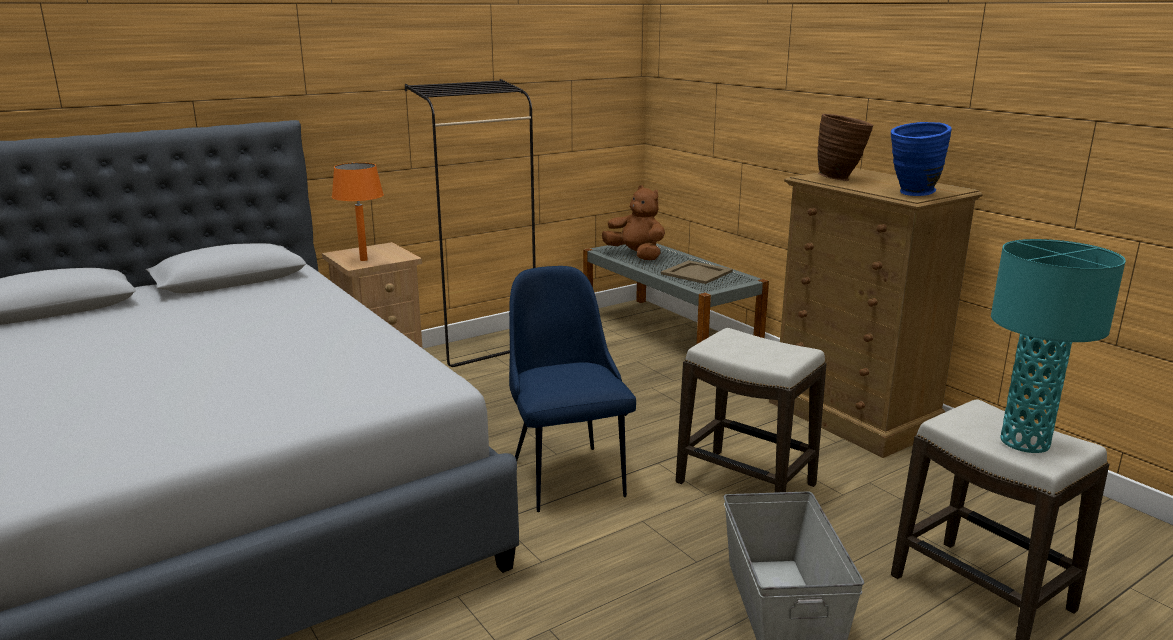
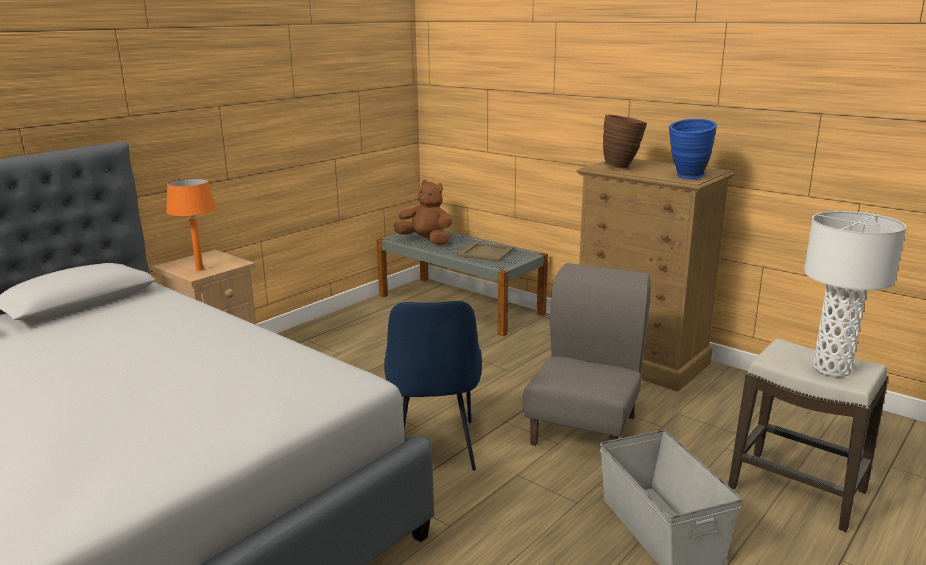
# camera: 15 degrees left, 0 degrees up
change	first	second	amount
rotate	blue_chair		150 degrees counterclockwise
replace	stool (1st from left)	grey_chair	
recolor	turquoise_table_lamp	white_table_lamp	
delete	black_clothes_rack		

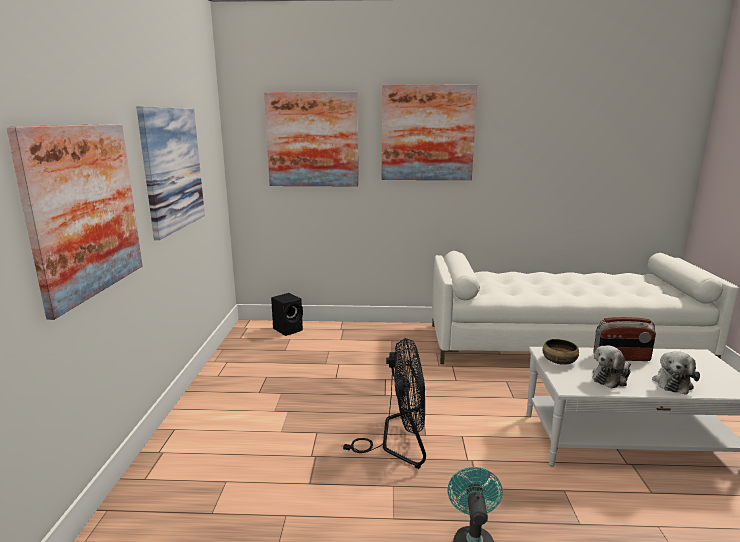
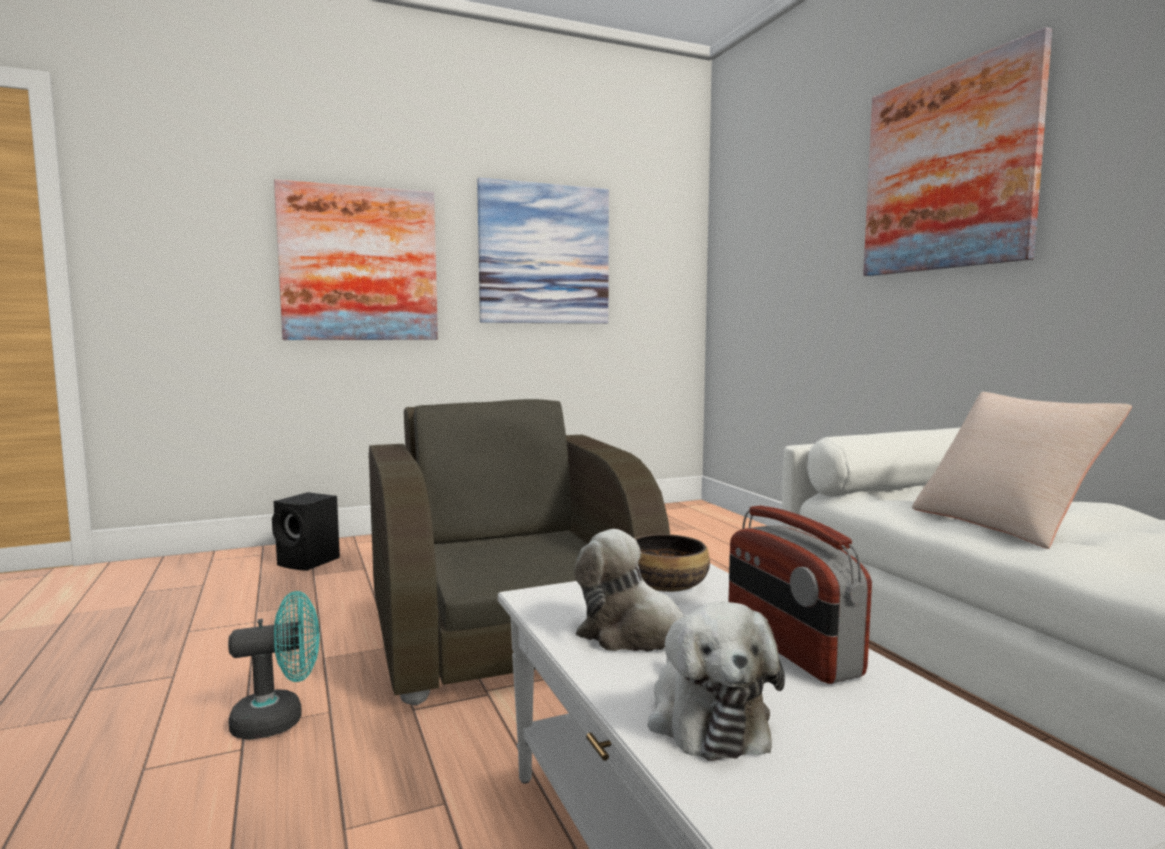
# camera: 65 degrees right, 10 degrees down
change	first	second	amount
move	black_speaker		
replace	black_fan	brown_armchair	
rotate	plush_toy (2nd from left)		105 degrees counterclockwise
insert		beige_pillow	
delete	picture (3rd from left)		

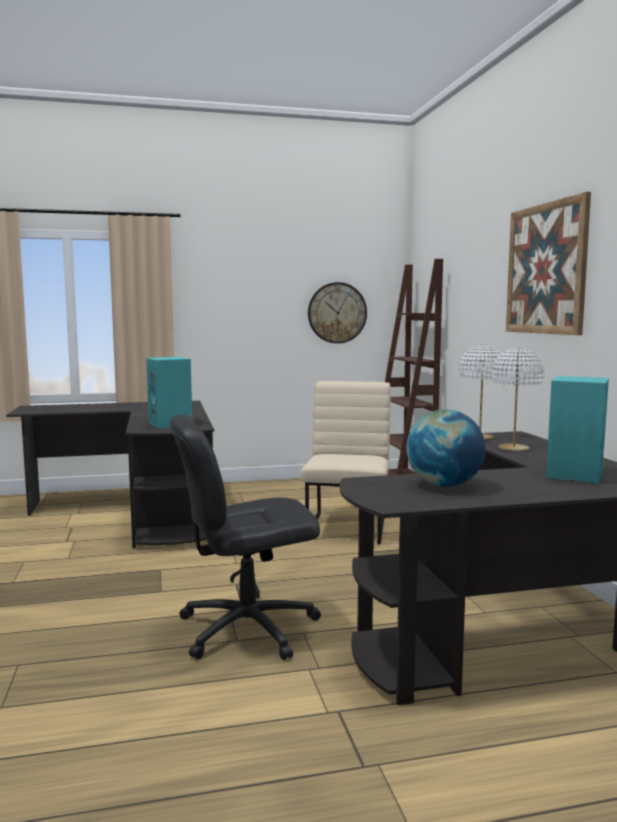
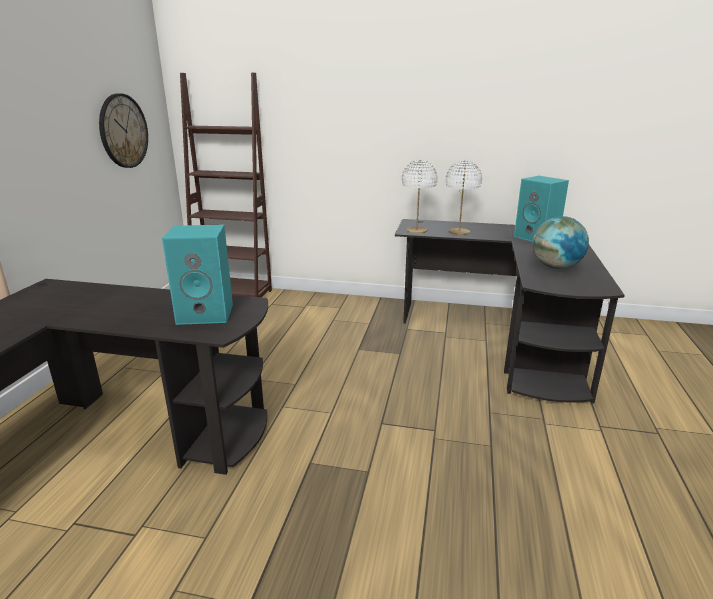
# camera: 65 degrees left, 15 degrees up
change	first	second	amount
delete	black_office_chair		
delete	beige_chair		
delete	picture		

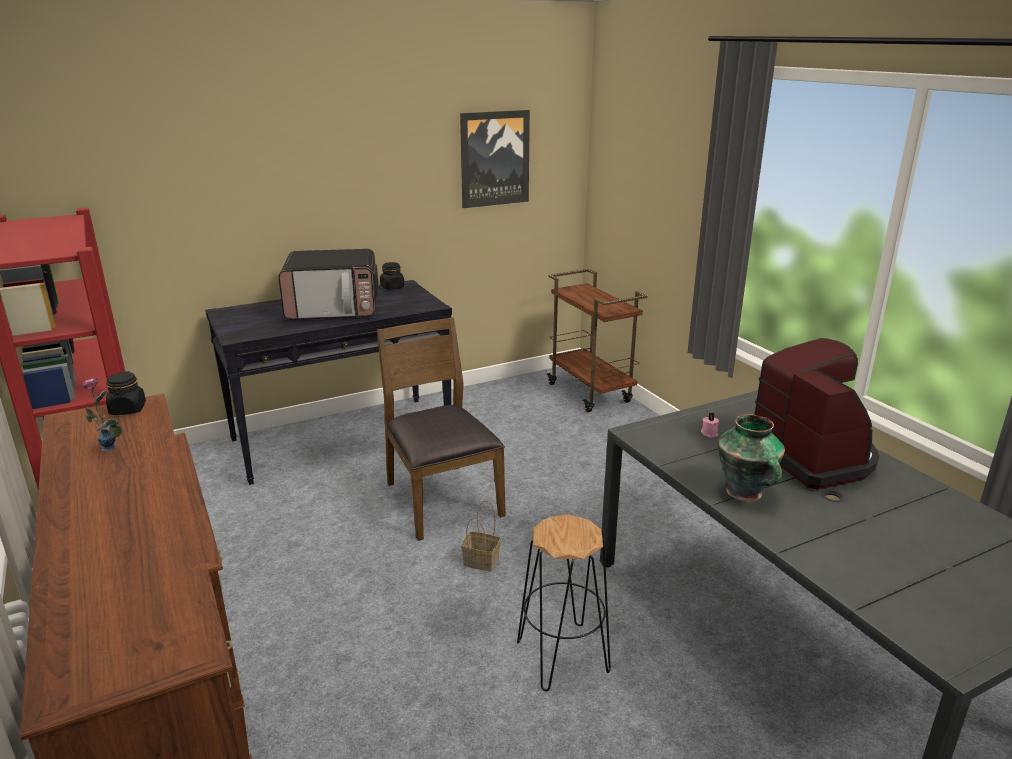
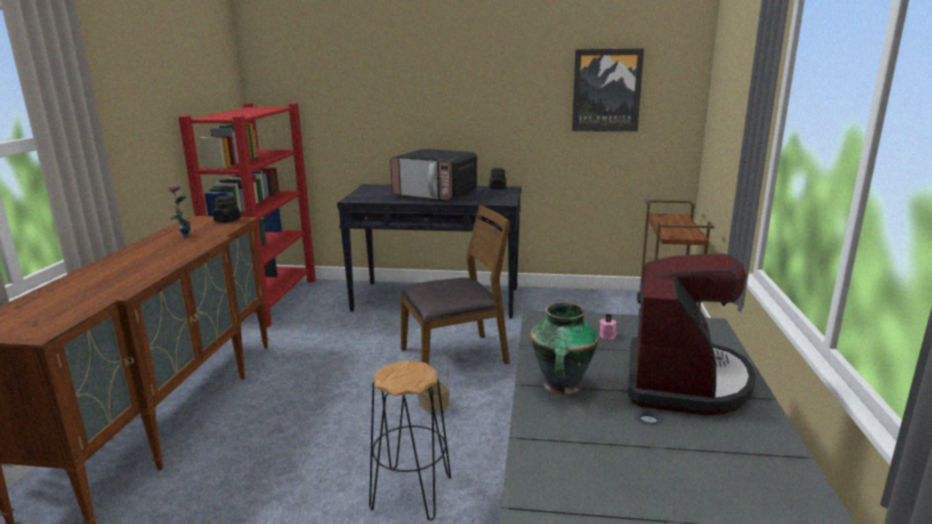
# camera: 35 degrees right, 5 degrees down
change	first	second	amount
rotate	brown_chair		60 degrees clockwise

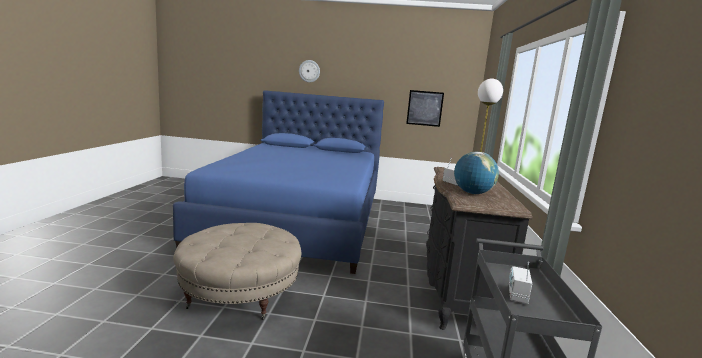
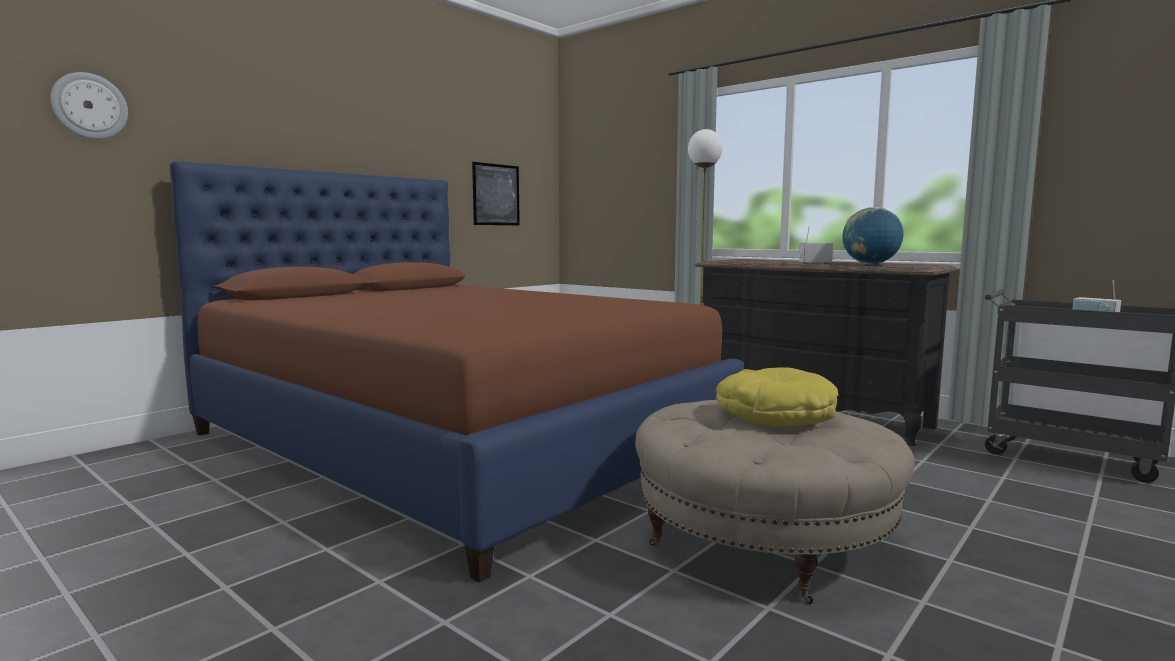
# camera: 55 degrees left, 5 degrees down
change	first	second	amount
move	wall_clock		
recolor	blue_bed	brown_bed	
insert		yellow_pillow	

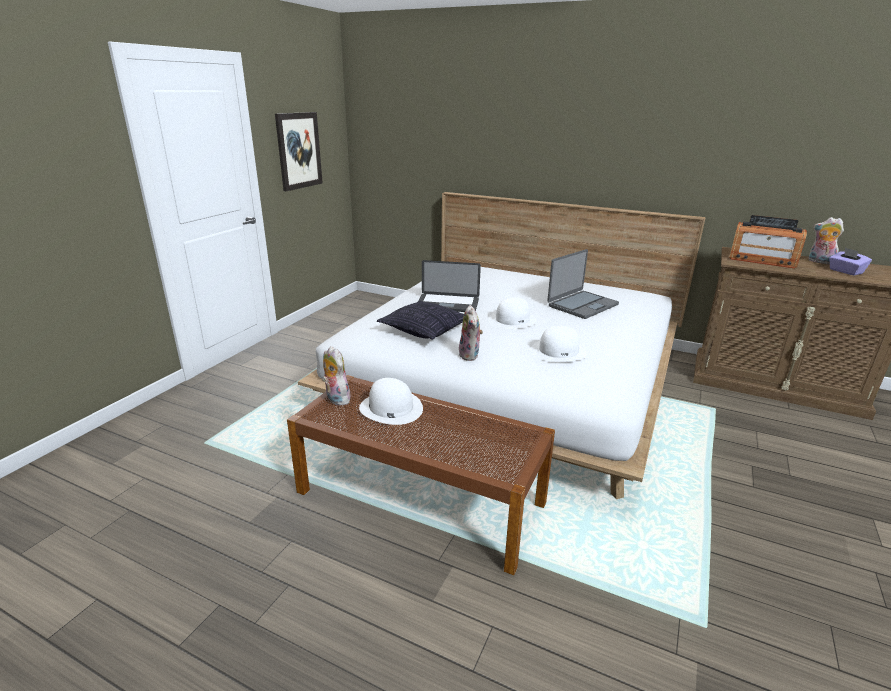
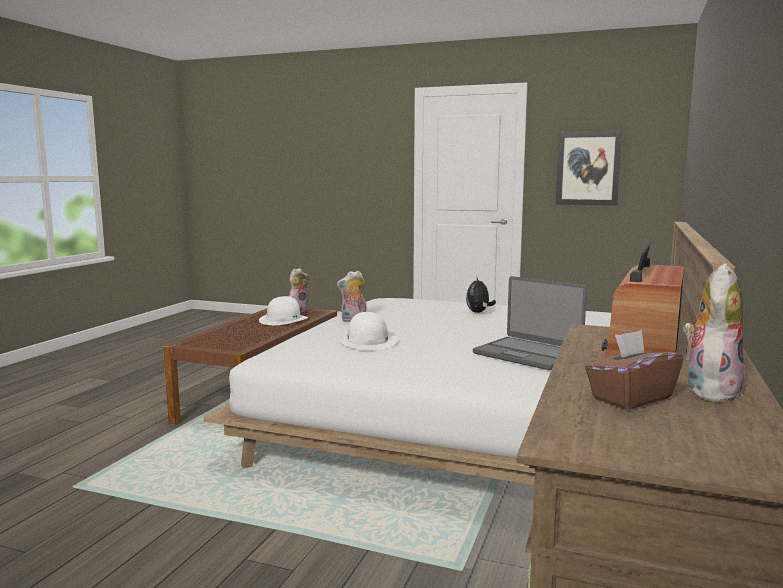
# camera: 85 degrees right, 15 degrees down
change	first	second	amount
replace	laptop (1st from left)	plush_toy (3rd from left)	
recolor	purple_tissue_box	brown_tissue_box	
delete	pillow		
delete	white_hat (2nd from left)		

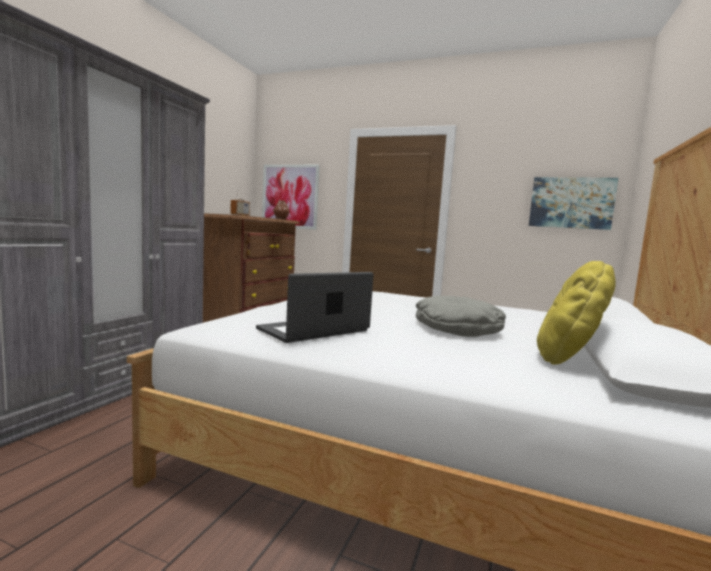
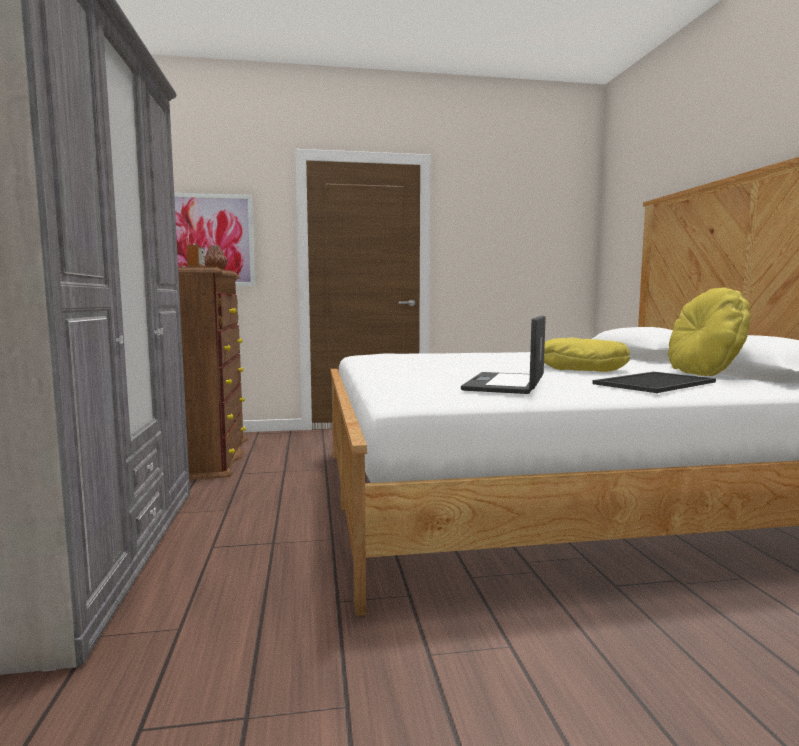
# camera: 30 degrees left, 0 degrees up
change	first	second	amount
recolor	grey_pillow	yellow_pillow (1st from left)	
insert		tray	
delete	picture (2nd from left)		

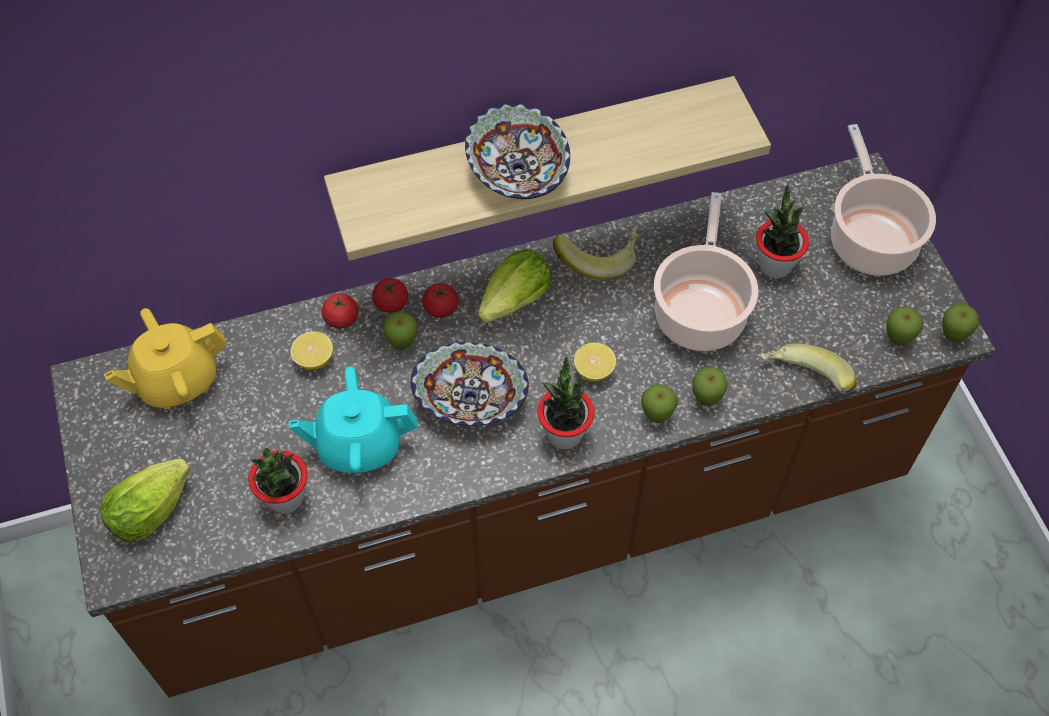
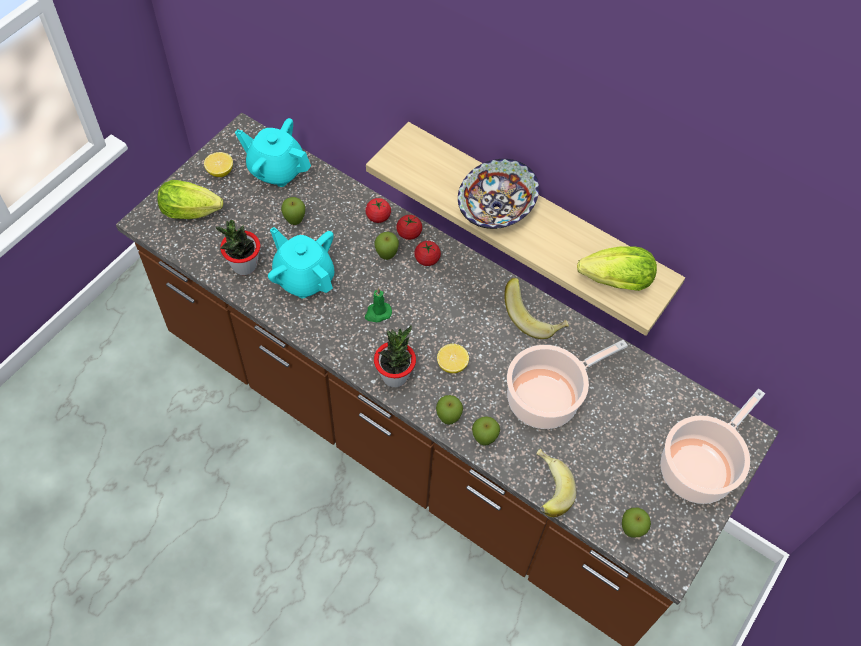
# camera: 50 degrees right, 0 degrees up
change	first	second	amount
move	lemon (1st from left)		
recolor	yellow_teapot	turquoise_teapot (1st from left)	
move	apple (5th from left in the first image)	apple (1st from left)	
replace	bowl (1st from left)	green_candle	
move	lettuce (2nd from left)		
delete	potted_plant (3rd from left)		

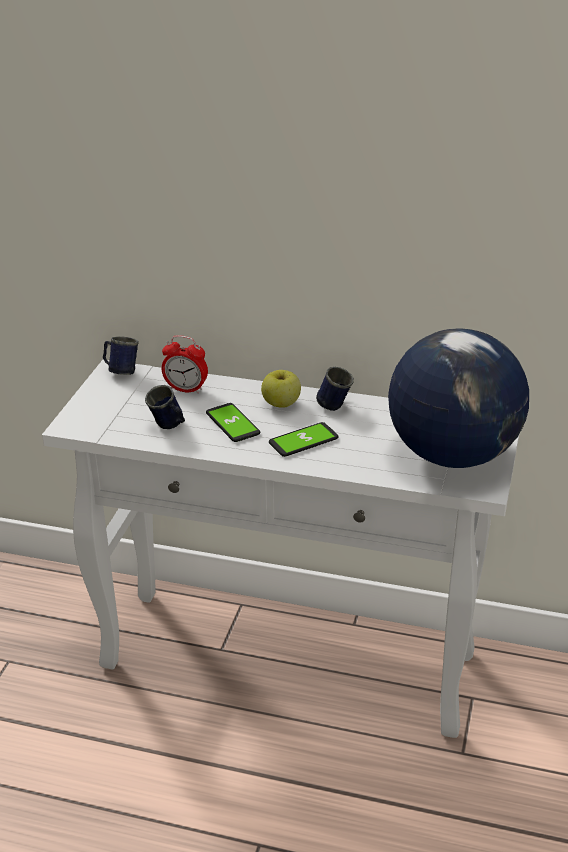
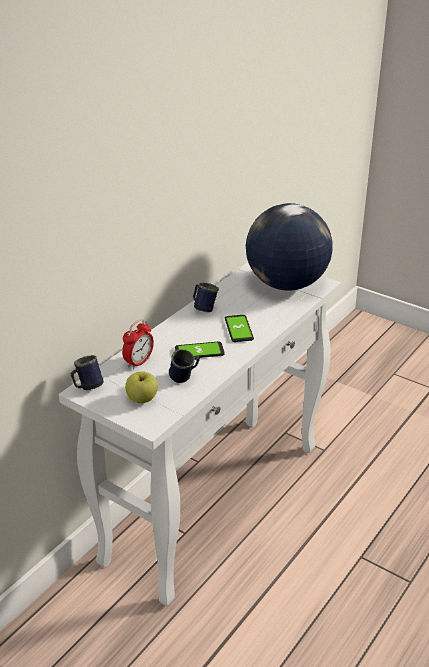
# camera: 70 degrees left, 0 degrees up
change	first	second	amount
move	apple		

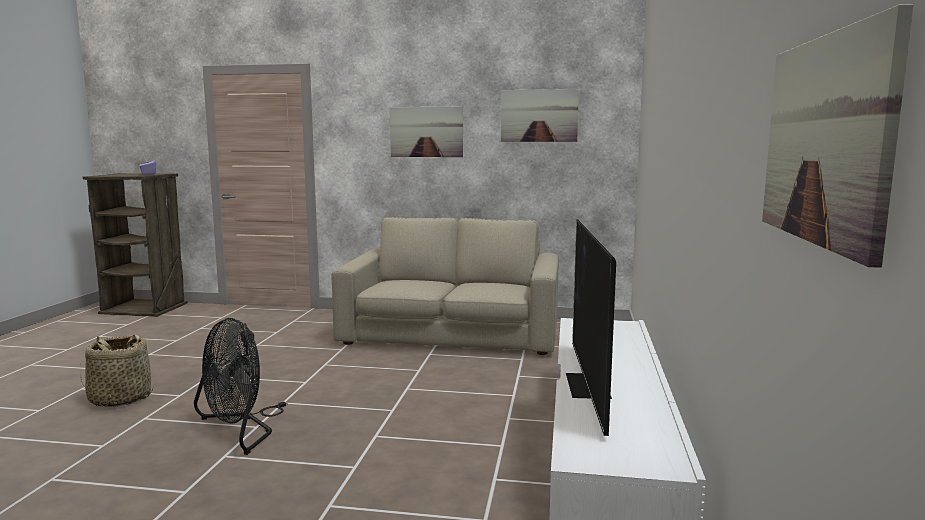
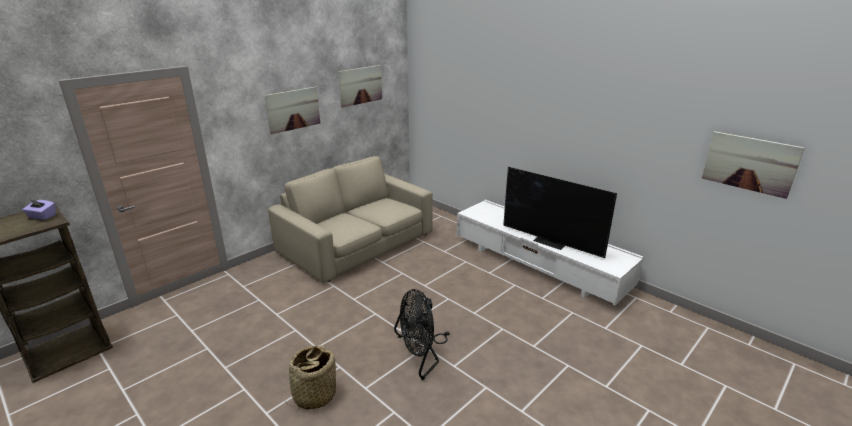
# camera: 55 degrees left, 15 degrees up
change	first	second	amount
rotate	black_fan		75 degrees clockwise

